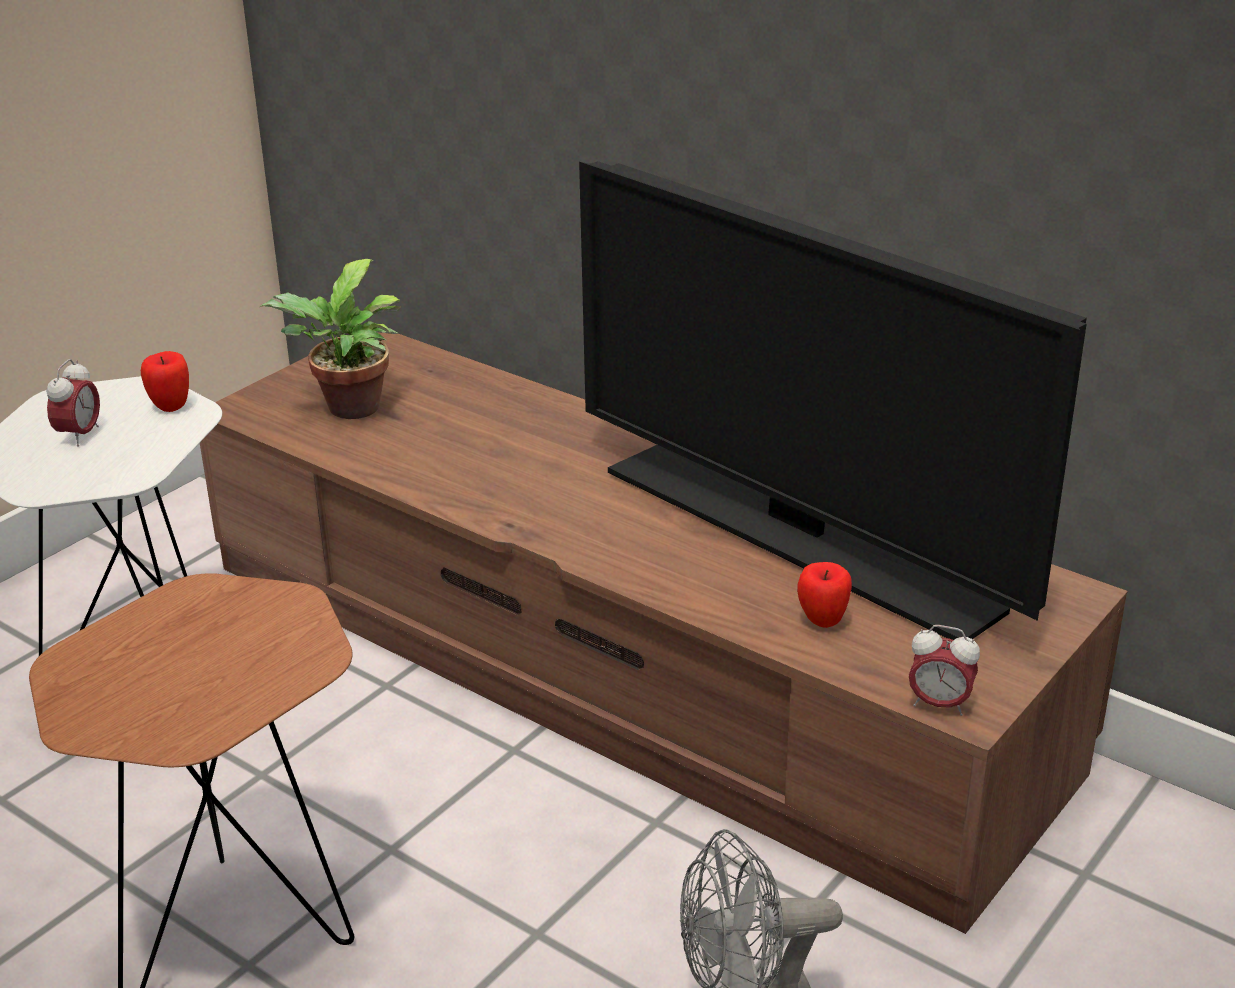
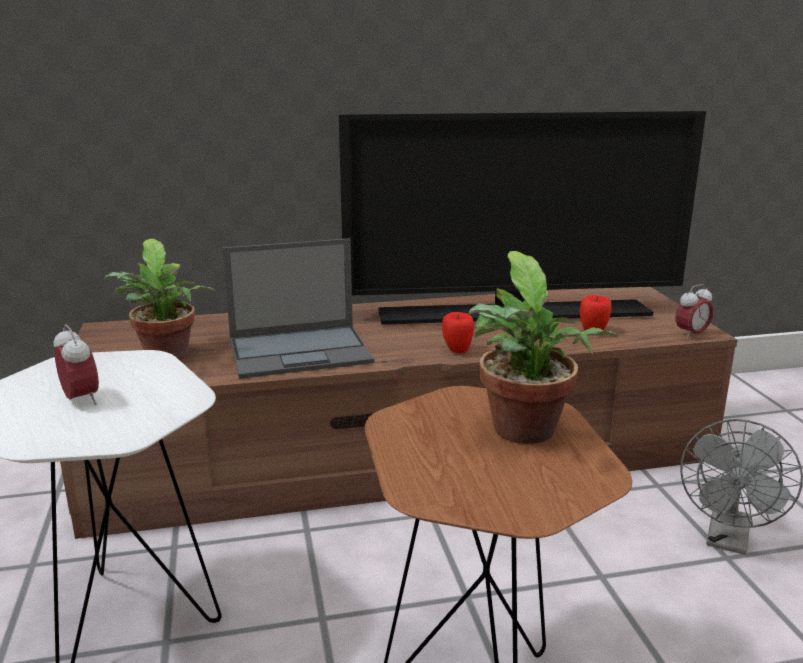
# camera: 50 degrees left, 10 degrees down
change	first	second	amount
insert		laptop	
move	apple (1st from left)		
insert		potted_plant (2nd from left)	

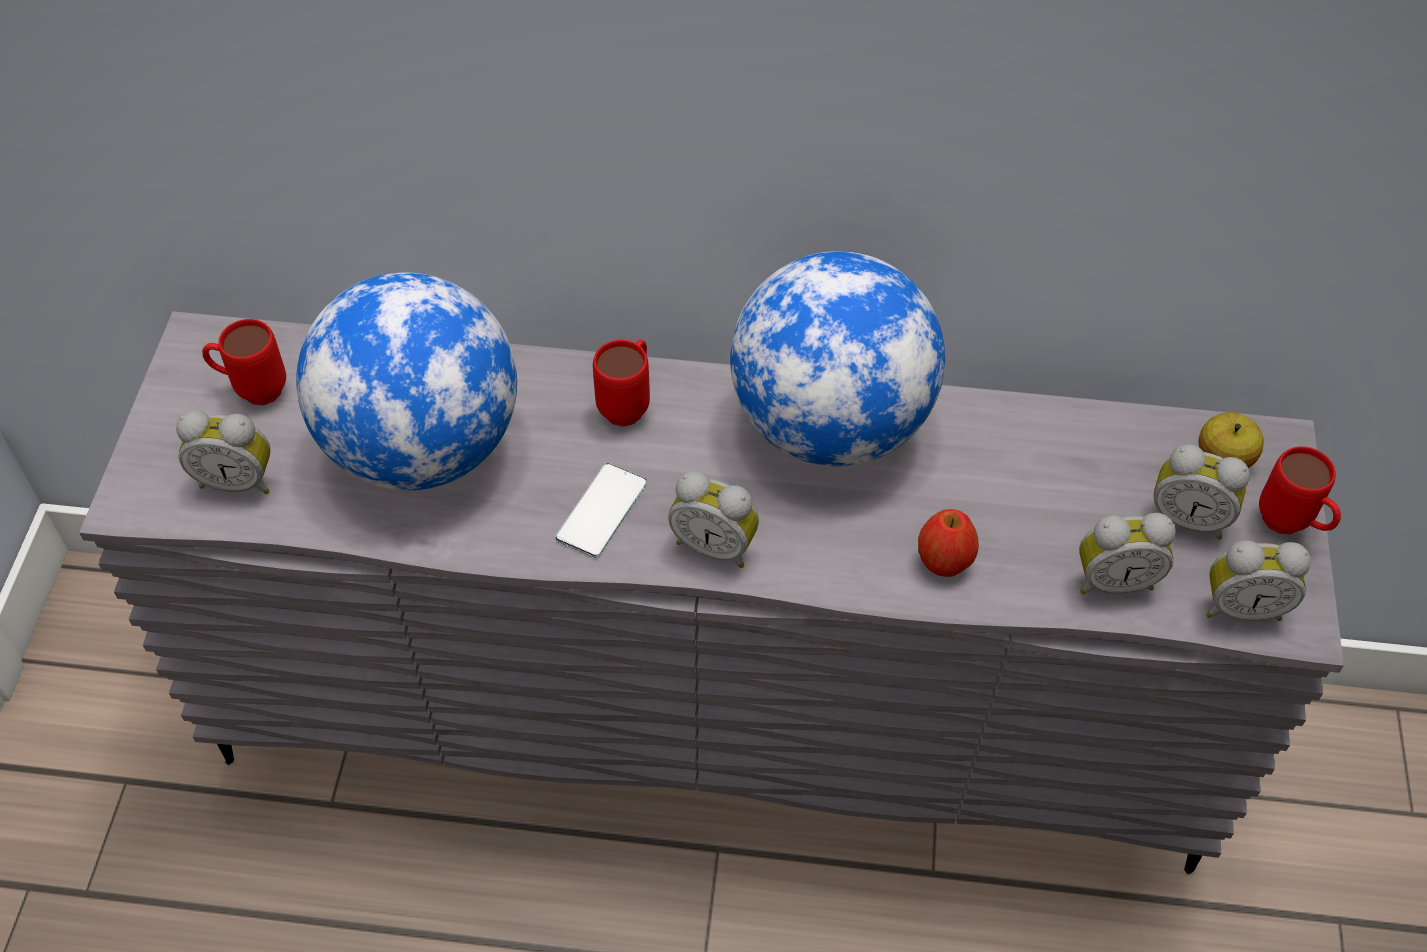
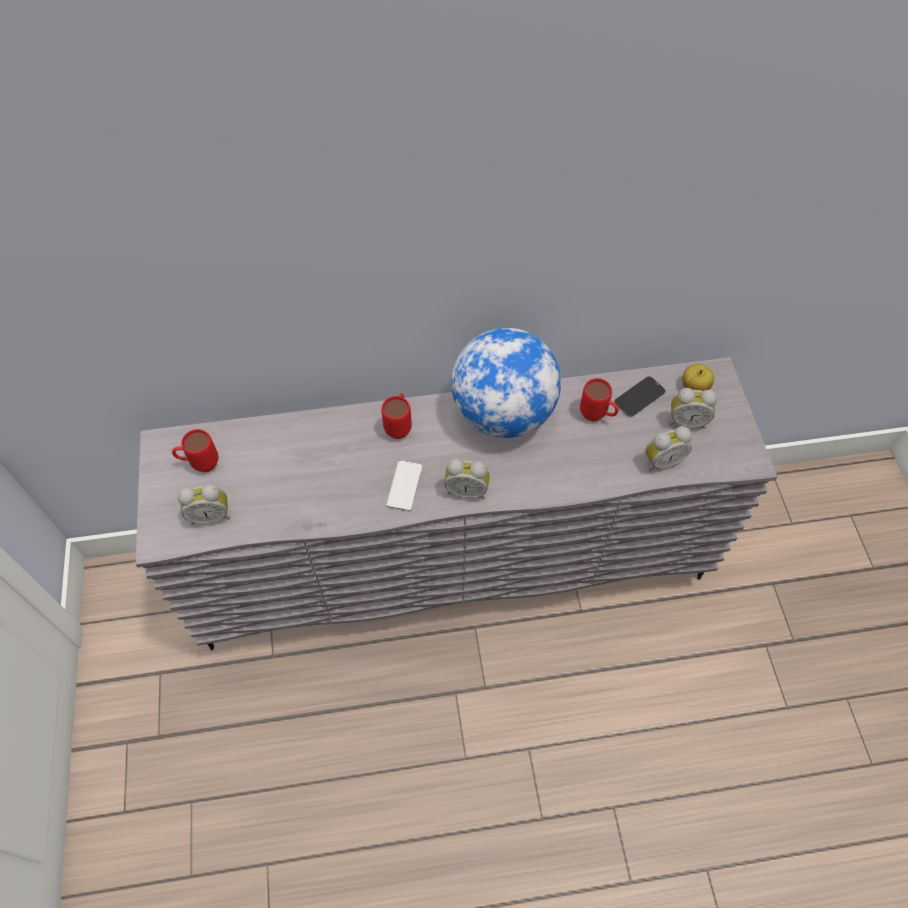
# camera: 15 degrees left, 5 degrees up
change	first	second	amount
move	red_mug (3rd from left)		
insert		phone (2nd from left)	
delete	globe (1st from left)		
delete	apple (1st from left)		
delete	alarm_clock (5th from left)		

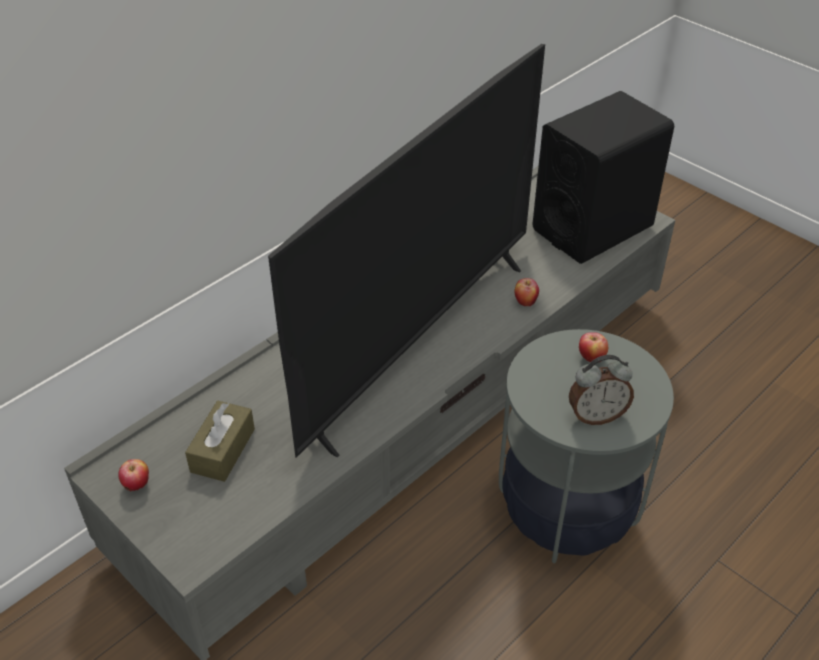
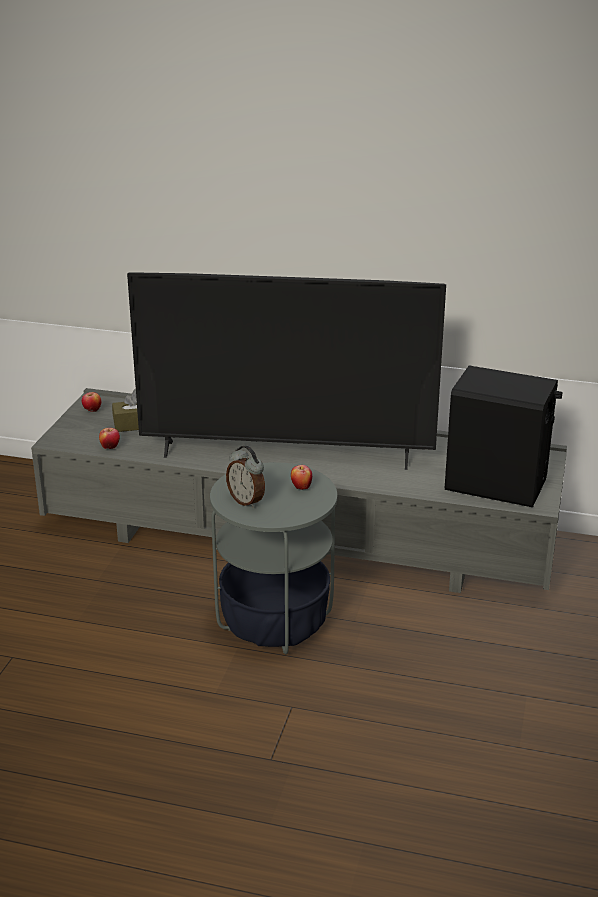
# camera: 60 degrees right, 15 degrees down
change	first	second	amount
move	apple (2nd from left)		

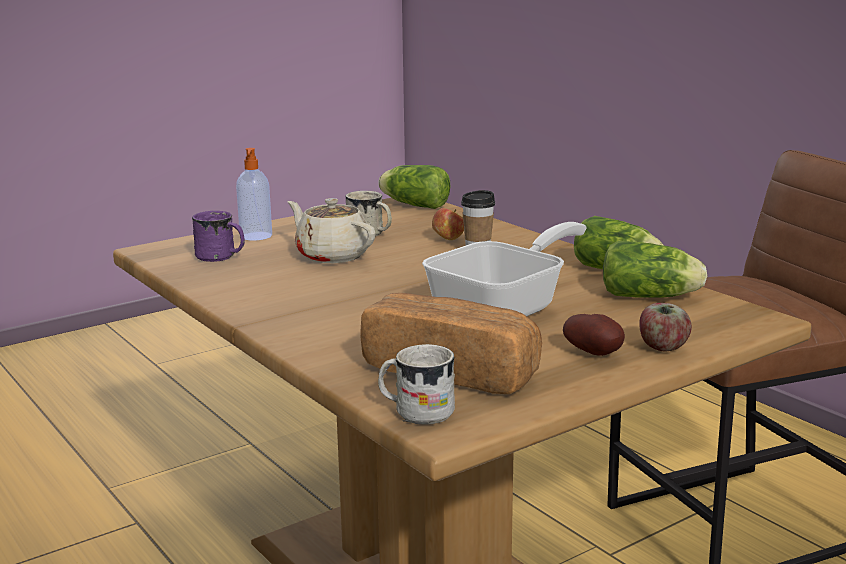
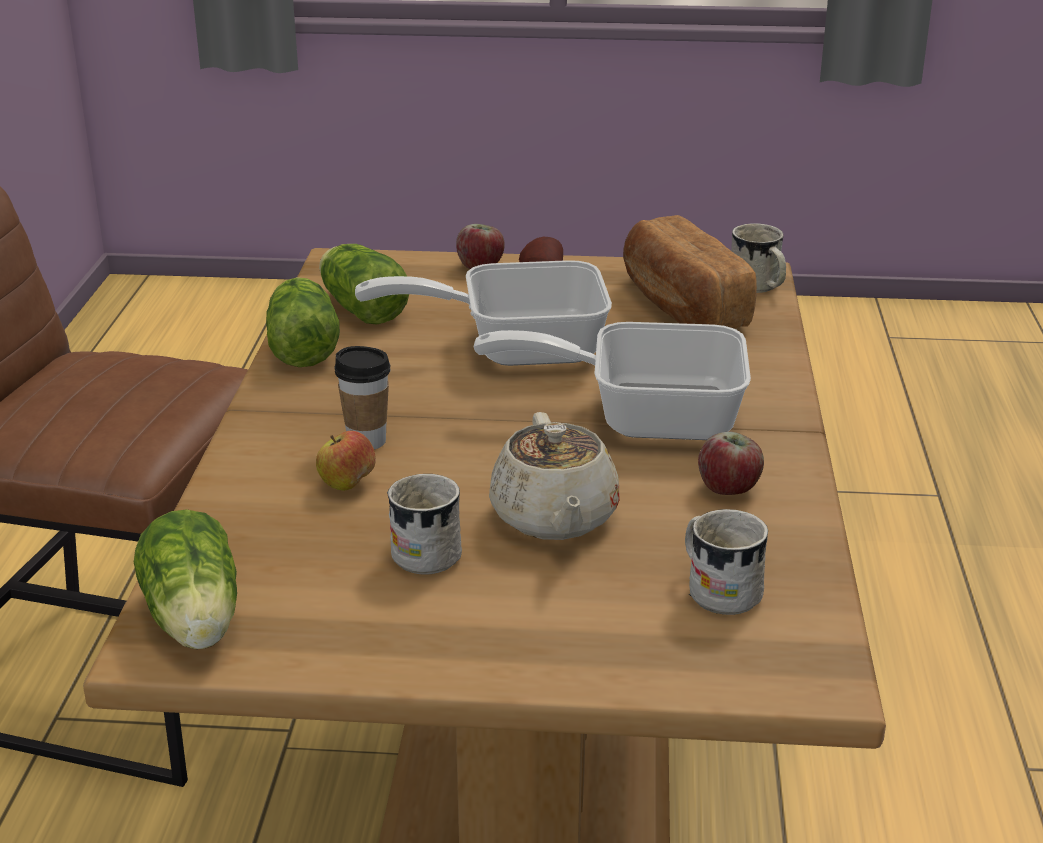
# camera: 140 degrees left, 10 degrees up
change	first	second	amount
insert		frying_pan (2nd from left)	
recolor	purple_mug	white_mug (2nd from left)	
insert		apple (3rd from left)	
delete	soap_dispenser		

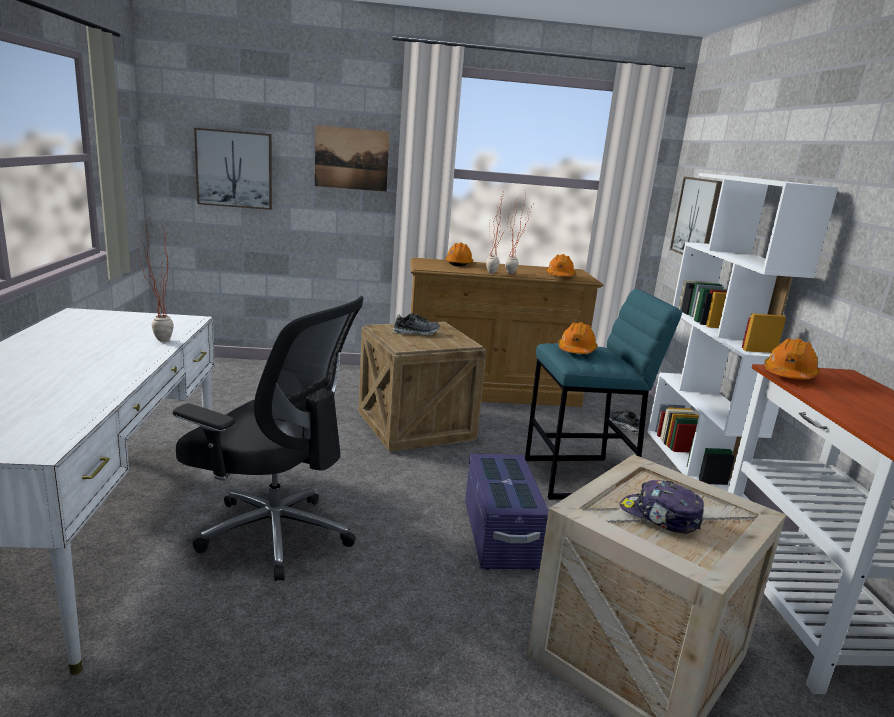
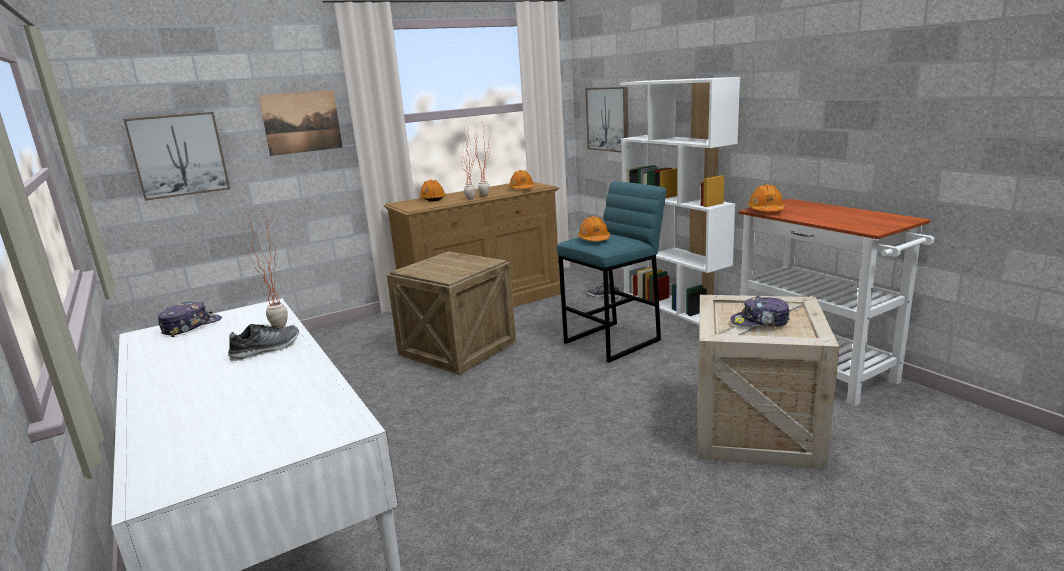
# camera: 25 degrees left, 0 degrees up
change	first	second	amount
insert		cap (1st from left)	
move	shoe (1st from left)		
delete	office_chair		
delete	purple_storage_box		

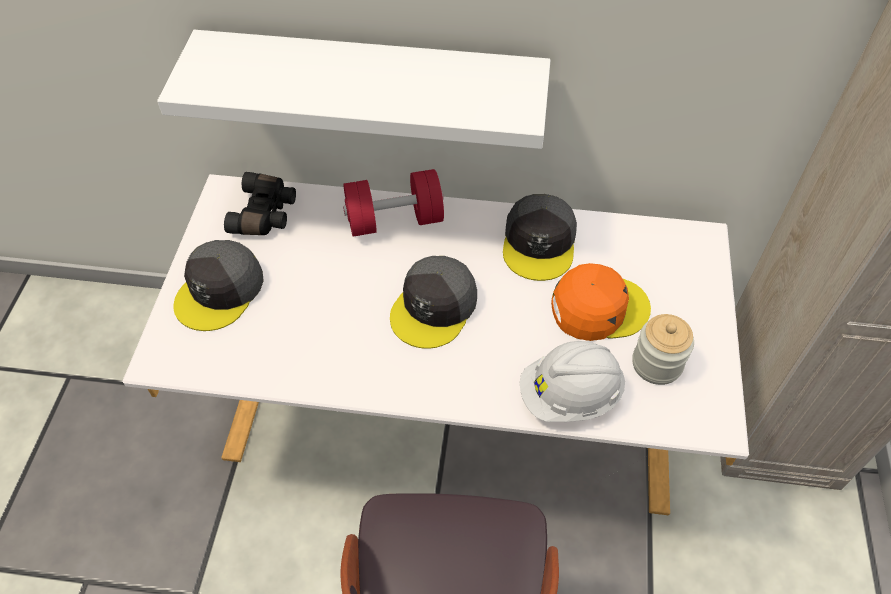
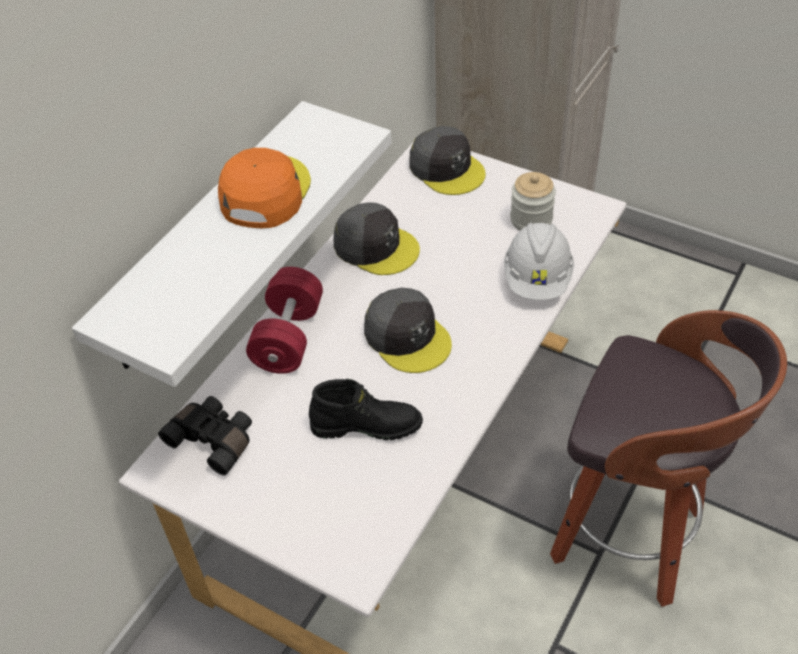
# camera: 65 degrees left, 5 degrees down
change	first	second	amount
move	orange_cap		
insert		black_boot	
move	grey_cap (1st from left in the first image)	grey_cap (3rd from left)	

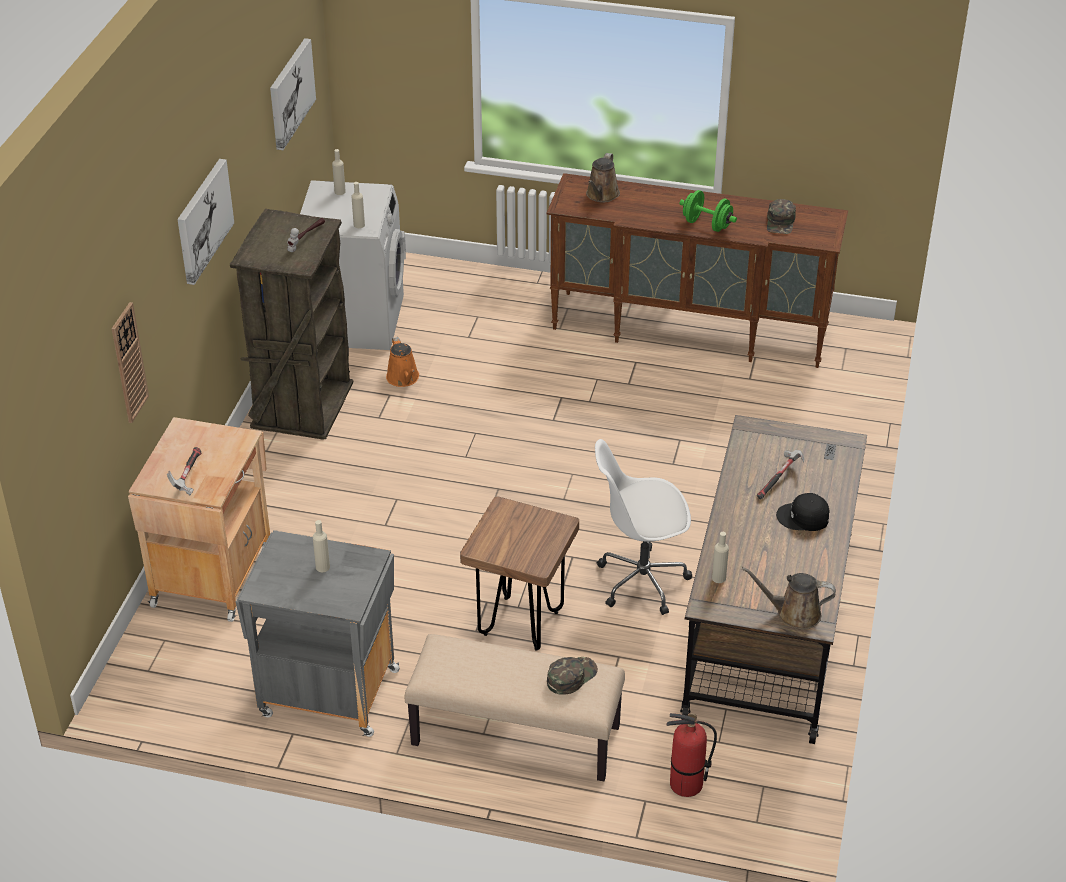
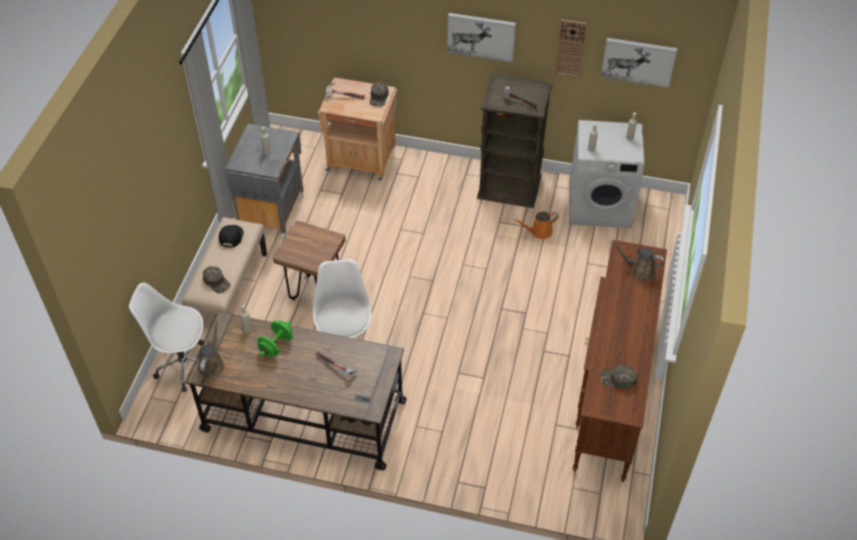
# camera: 90 degrees right, 10 degrees up
change	first	second	amount
replace	fire_extinguisher	white_office_chair (1st from left)	
move	black_cap		
move	green_dumbbell		
insert		green_cap (2nd from left)	
move	wall_clock		

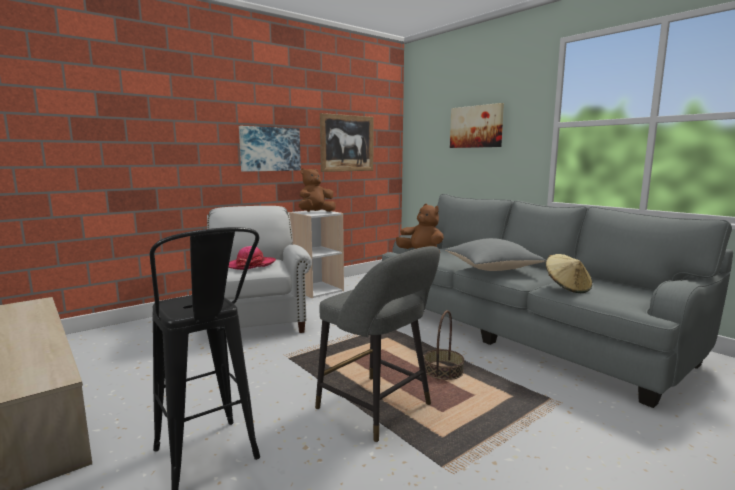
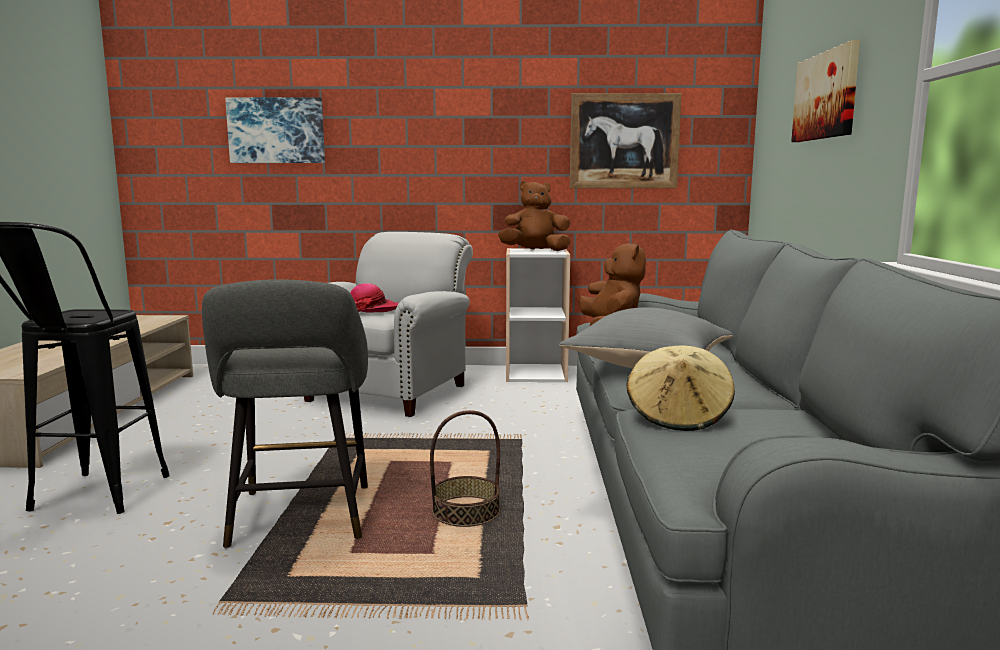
# camera: 40 degrees right, 0 degrees up
change	first	second	amount
move	picture (1st from left)		

